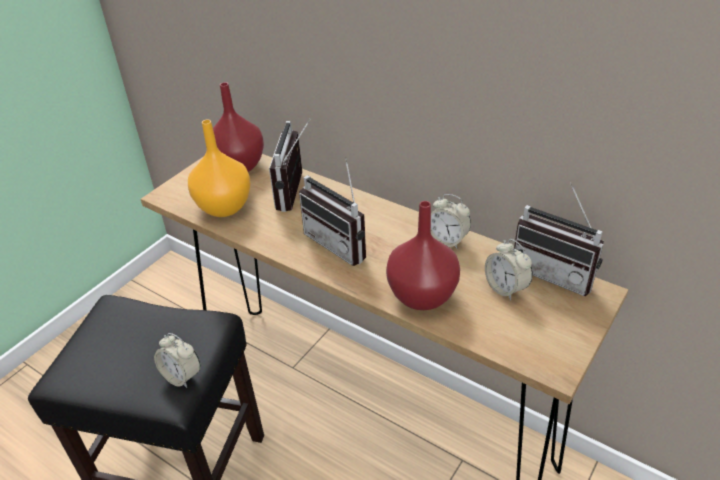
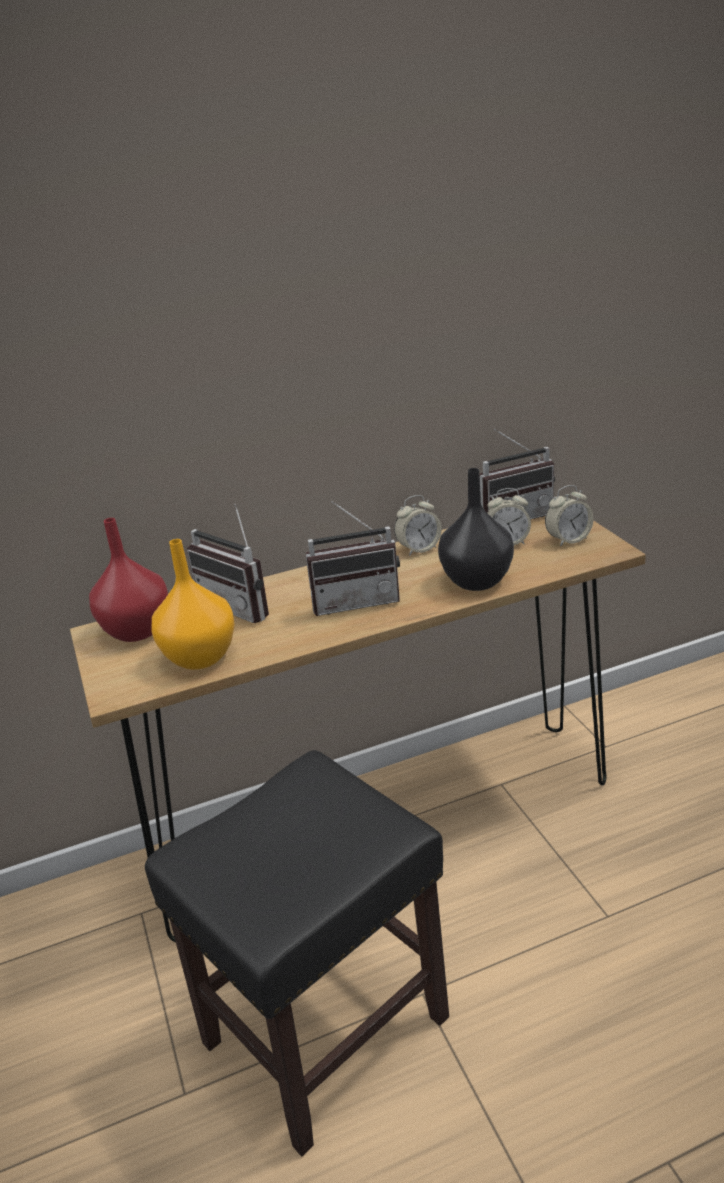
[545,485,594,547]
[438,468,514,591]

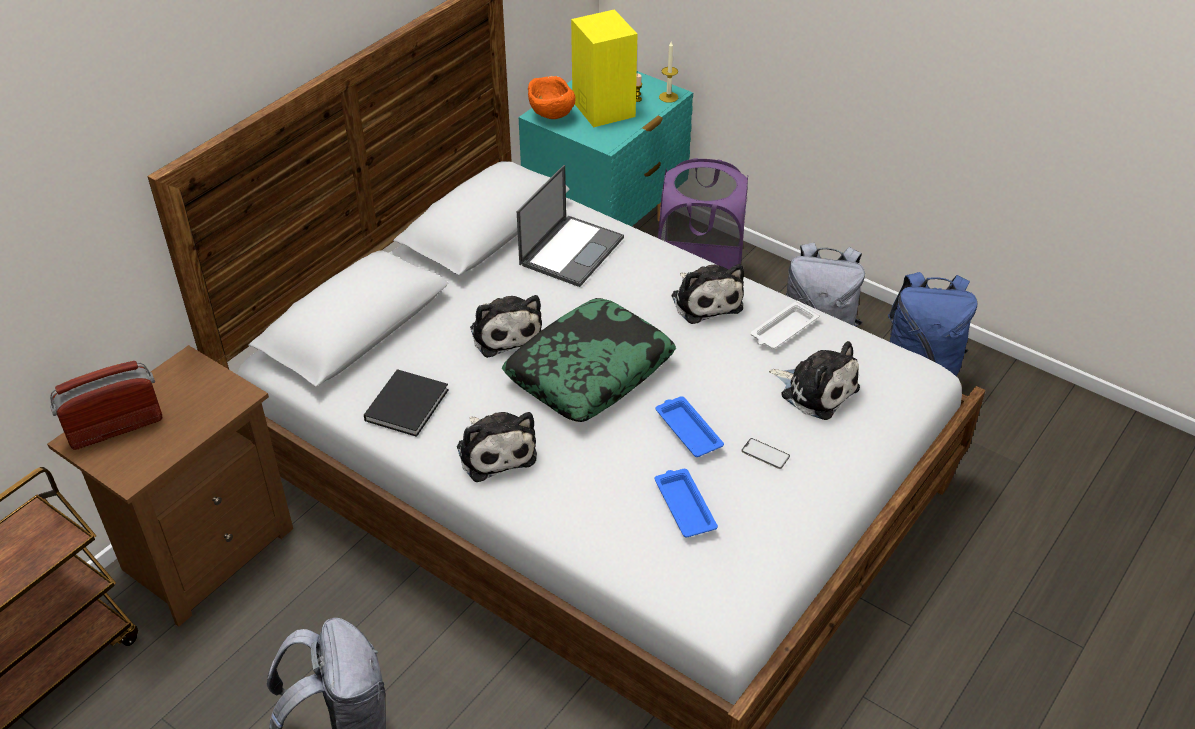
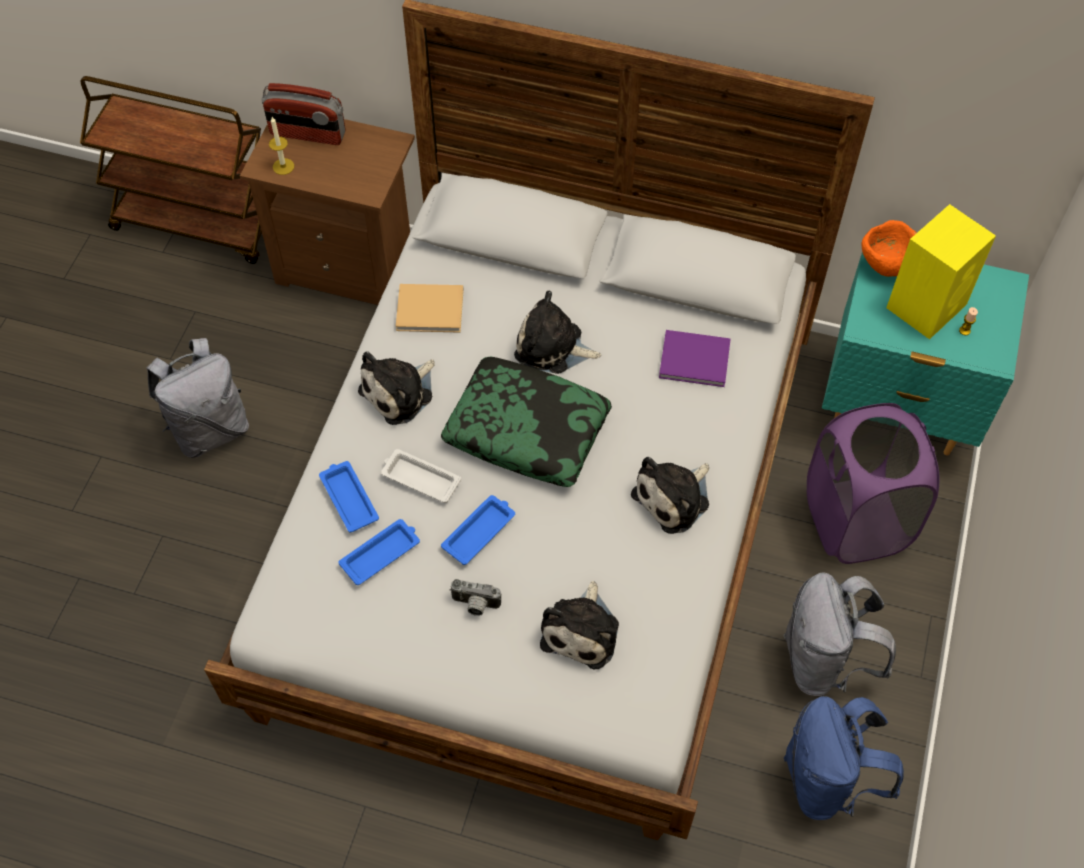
[262,83,345,145]
[396,284,464,333]
[514,291,601,374]
[659,330,731,387]
[269,117,294,175]
[450,579,501,616]
[381,449,461,503]
[319,461,379,533]

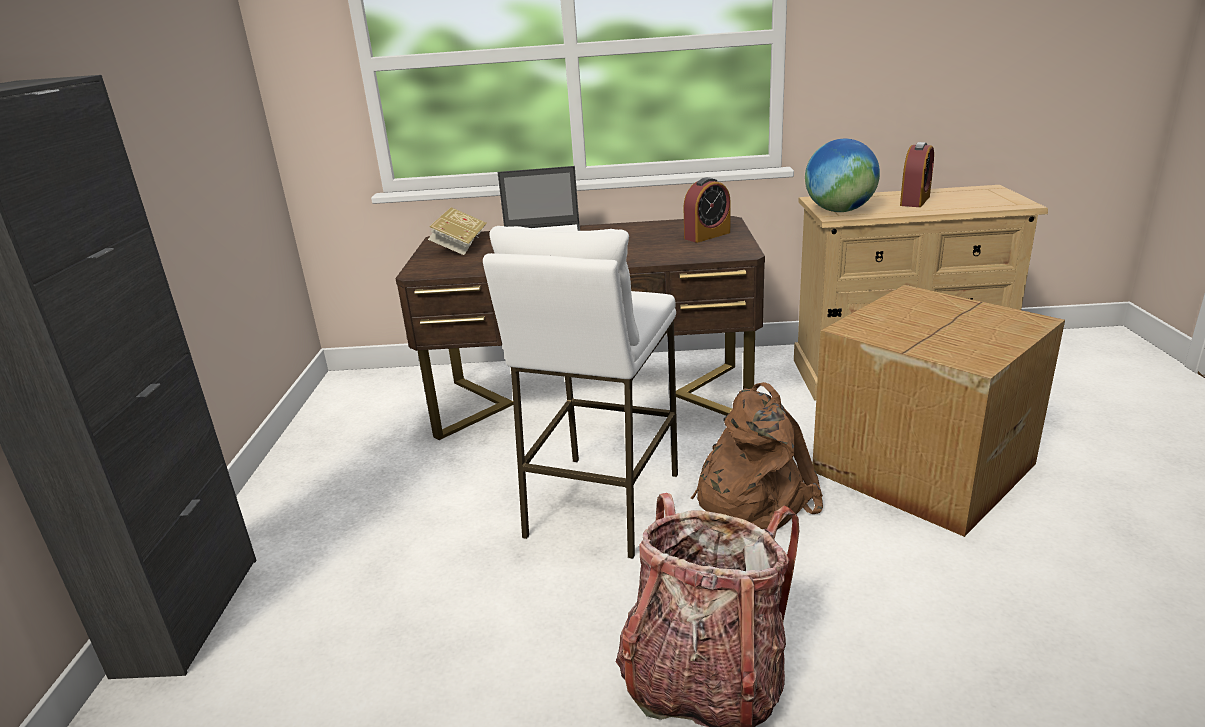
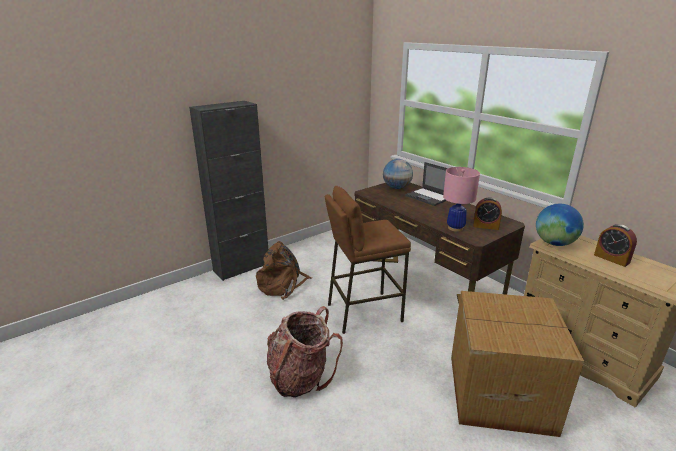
[383,159,413,189]
[325,186,411,334]
[256,241,312,300]
[594,224,637,267]
[443,167,480,232]

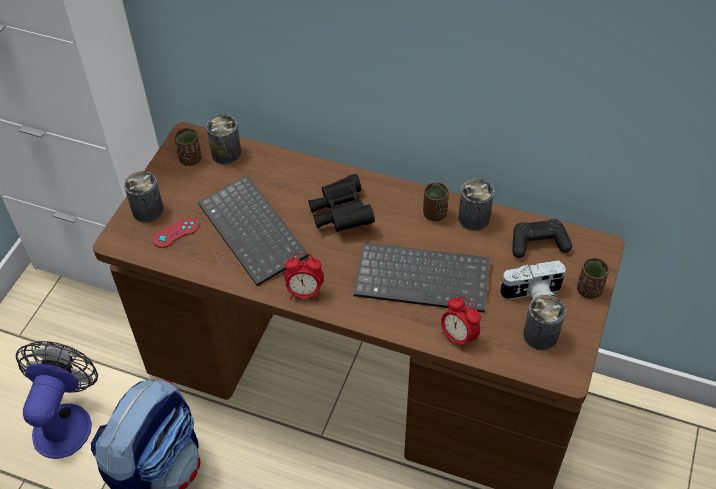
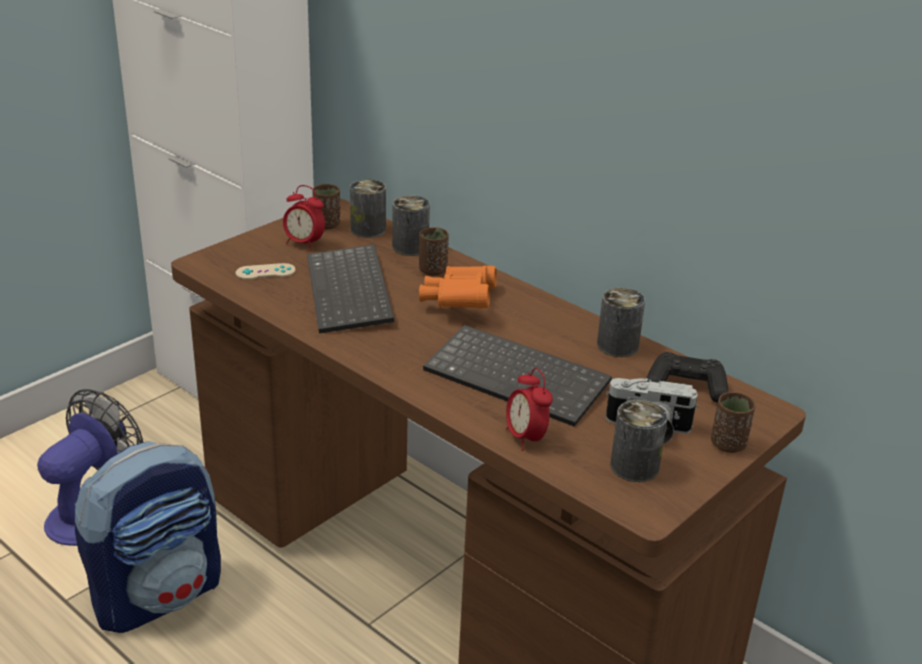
[392,195,430,256]
[236,263,296,280]
[283,185,325,250]
[419,266,497,309]
[419,227,449,276]

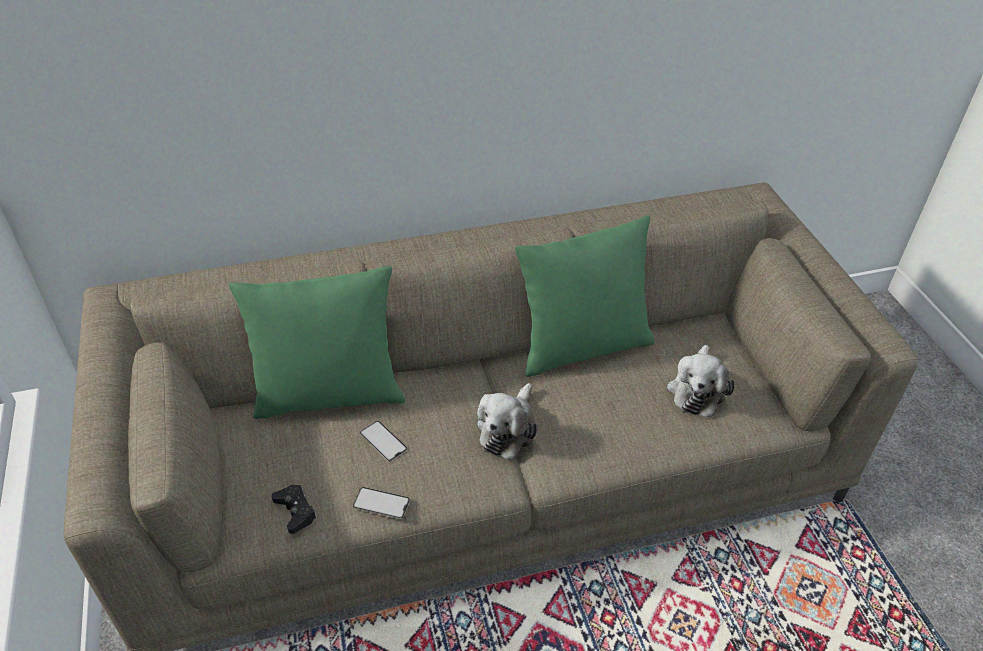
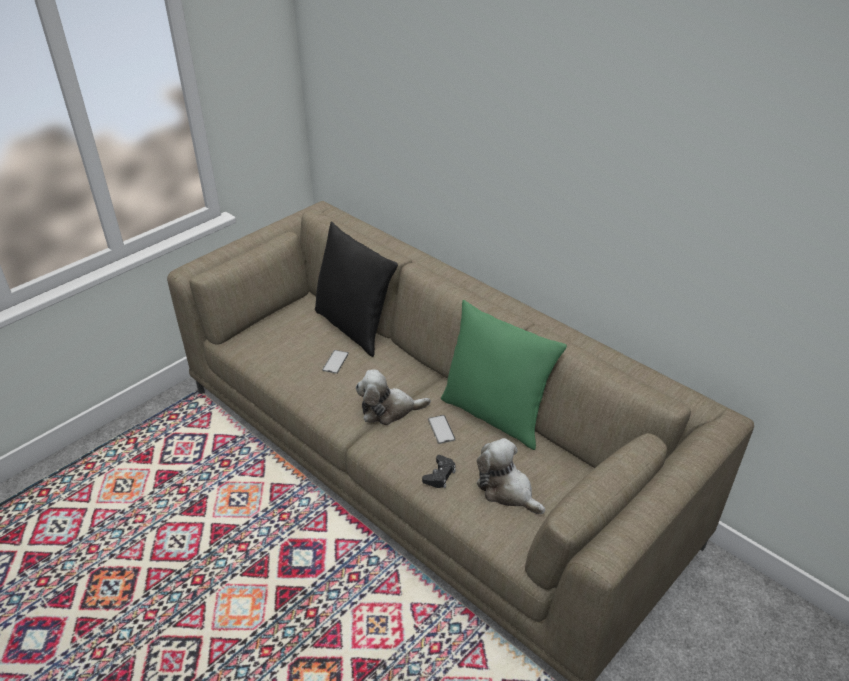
[315,221,398,357]
[422,455,456,488]
[428,415,456,444]
[477,438,545,514]

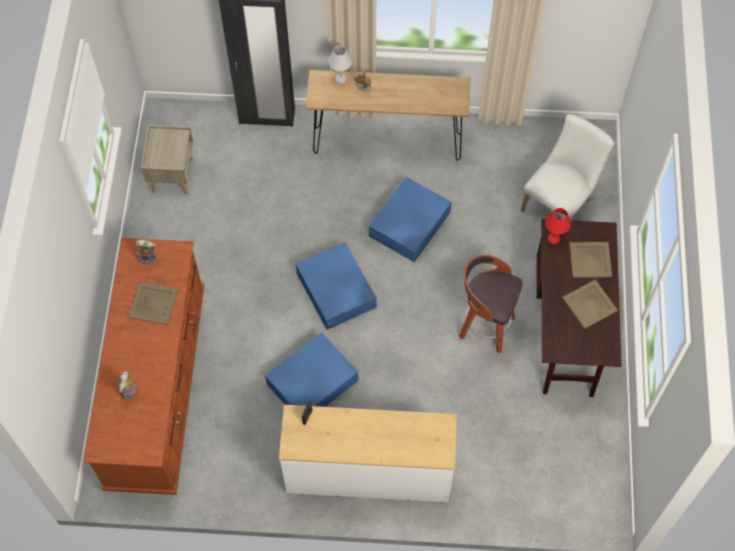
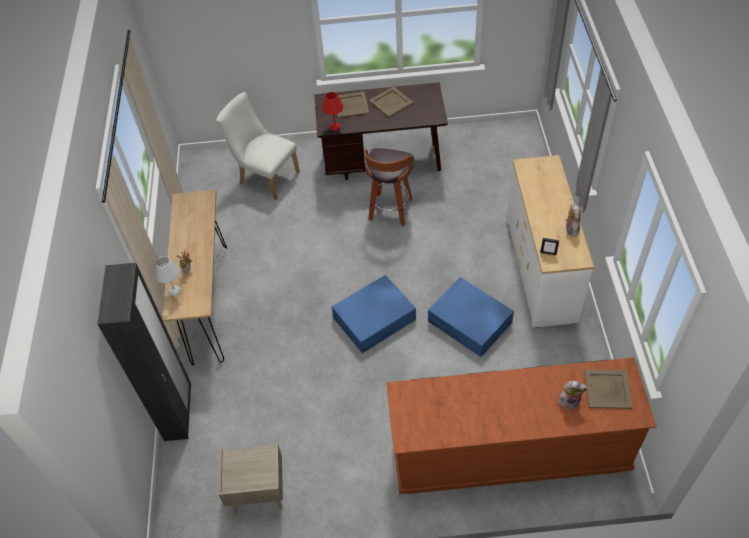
[584,369,633,409]
[565,203,581,237]
[369,177,452,262] (first image)

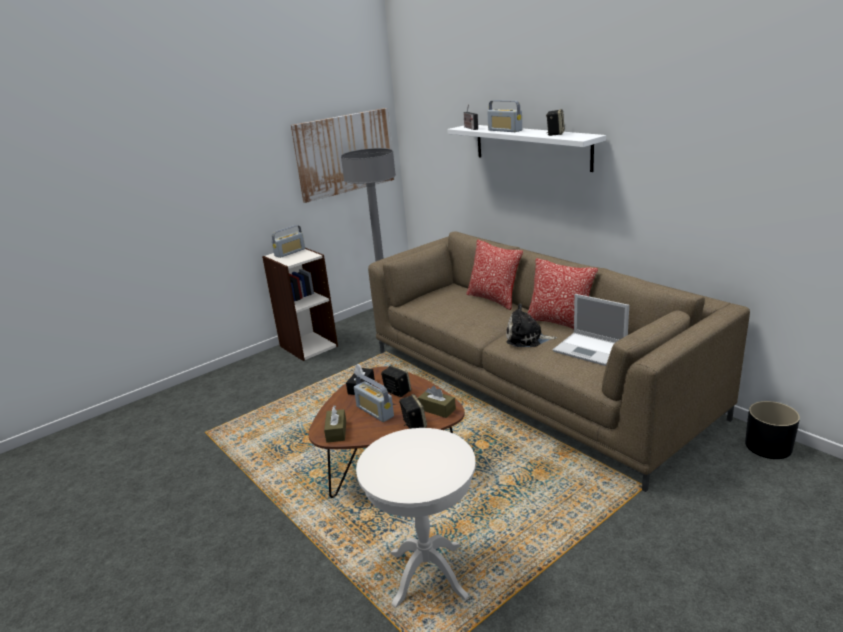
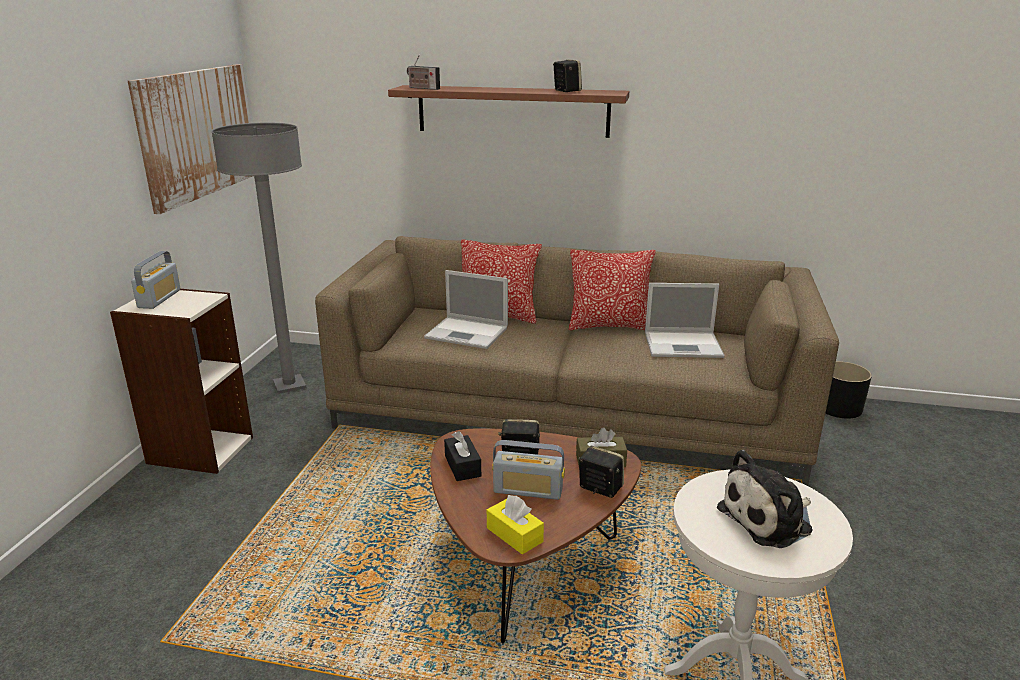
[487,495,544,554]
[388,85,629,138]
[487,100,522,132] (first image)
[717,450,813,548]
[424,270,508,349]

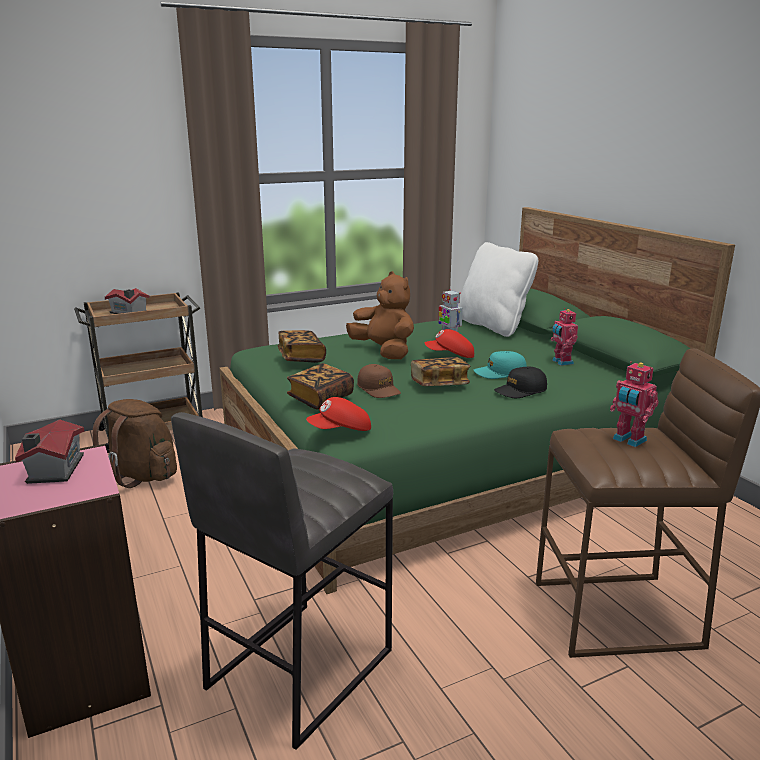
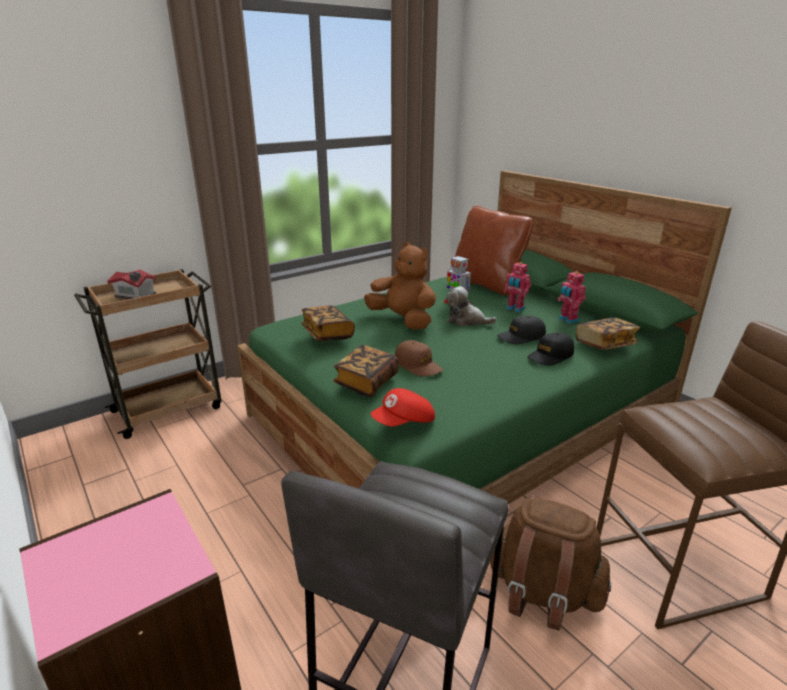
[15,419,84,484] (first image)
[490,498,611,631]
[576,317,640,350]
[446,286,497,326]
[455,206,533,295]
[497,316,546,344]
[504,262,531,312]

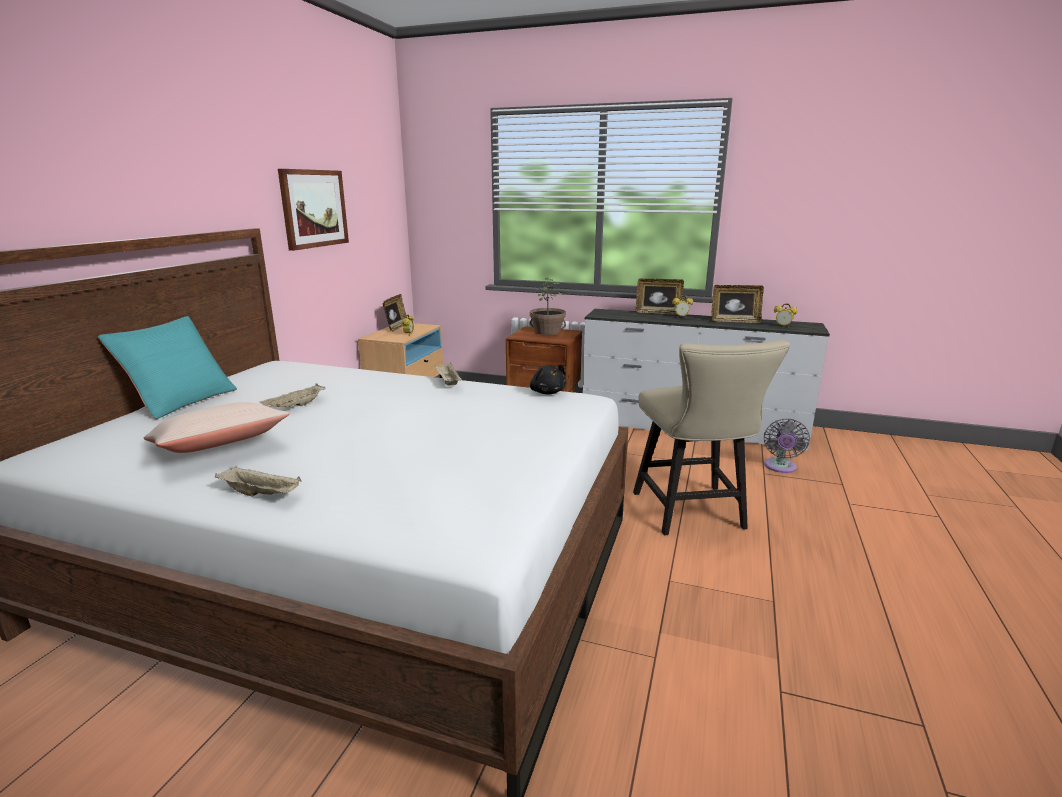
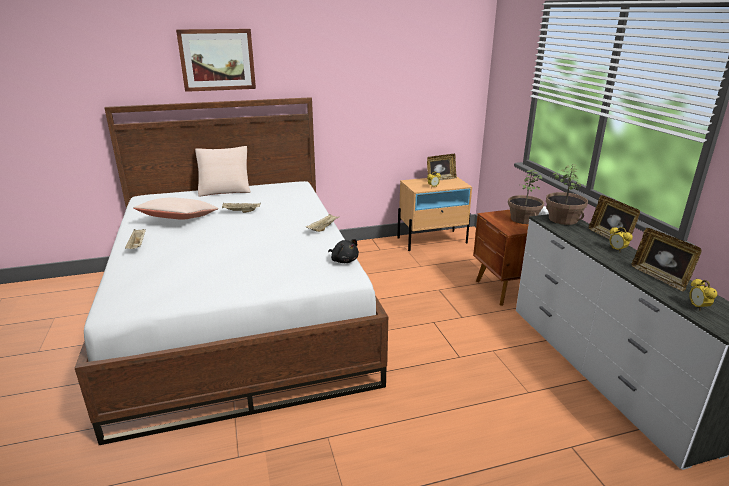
[195,146,251,197]
[176,29,256,92]
[328,239,359,263]
[633,340,790,535] (first image)
[764,419,810,473] (first image)
[546,164,588,225]

